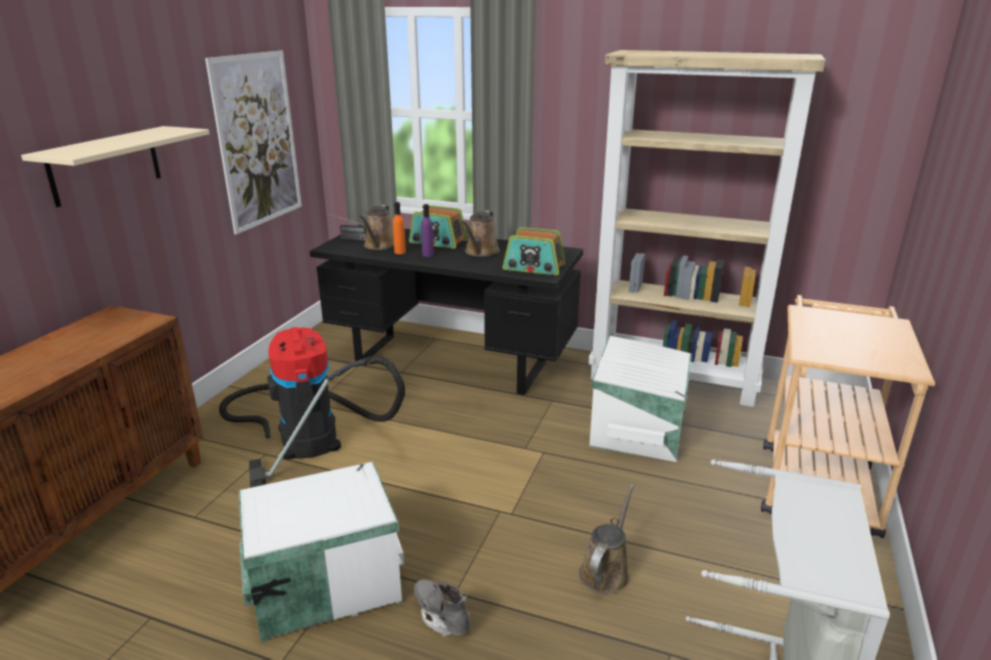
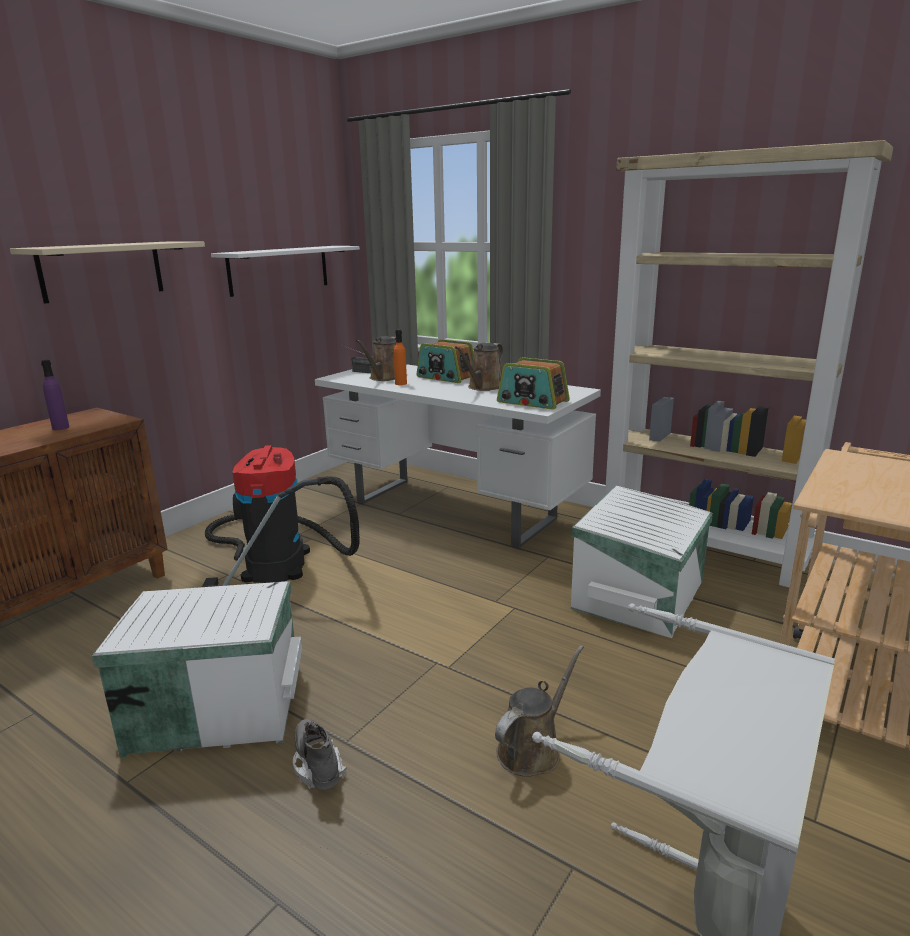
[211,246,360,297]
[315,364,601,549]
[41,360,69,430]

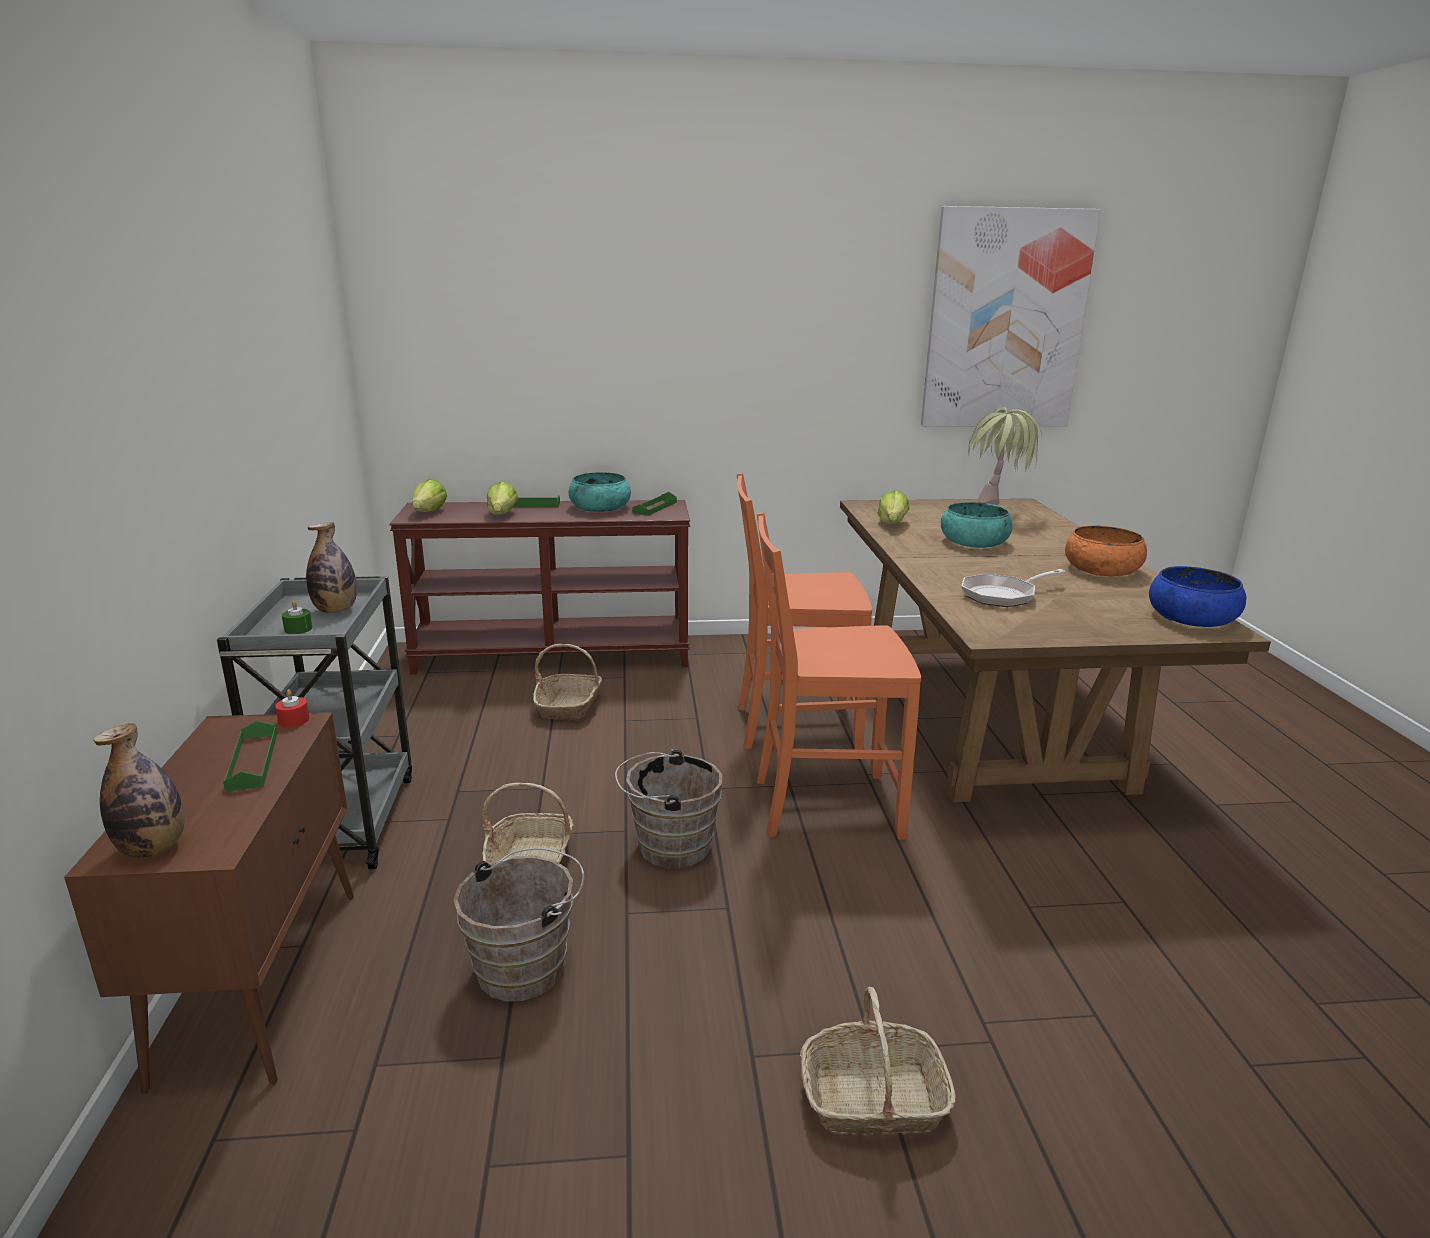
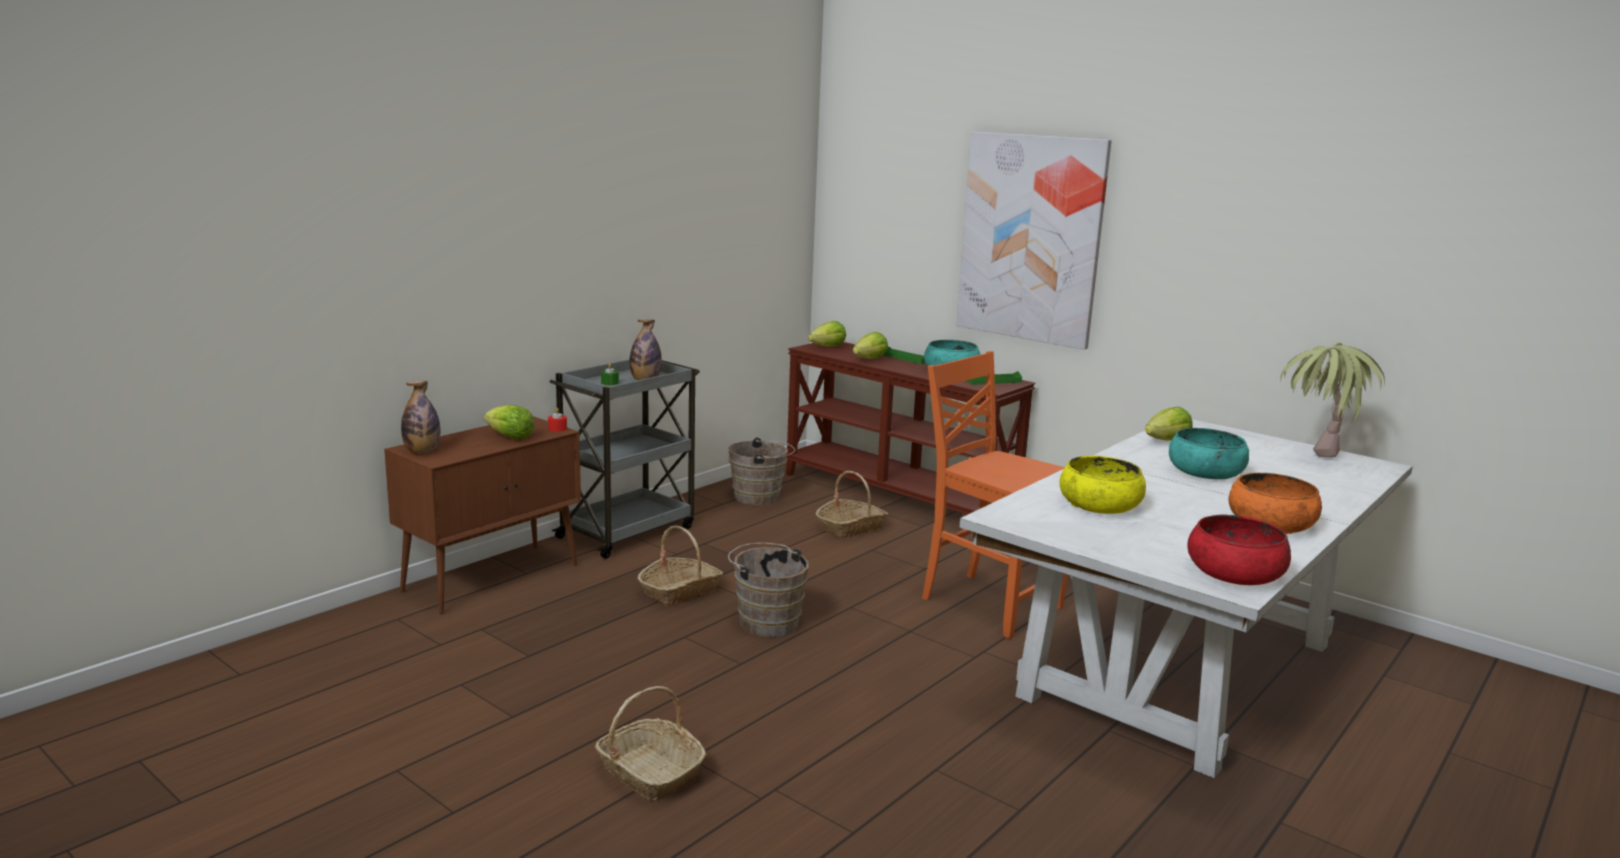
[484,405,534,440]
[729,438,795,505]
[757,512,921,840] (first image)
[959,419,1413,778]
[956,132,1112,350]
[1060,455,1146,514]
[1187,515,1291,585]

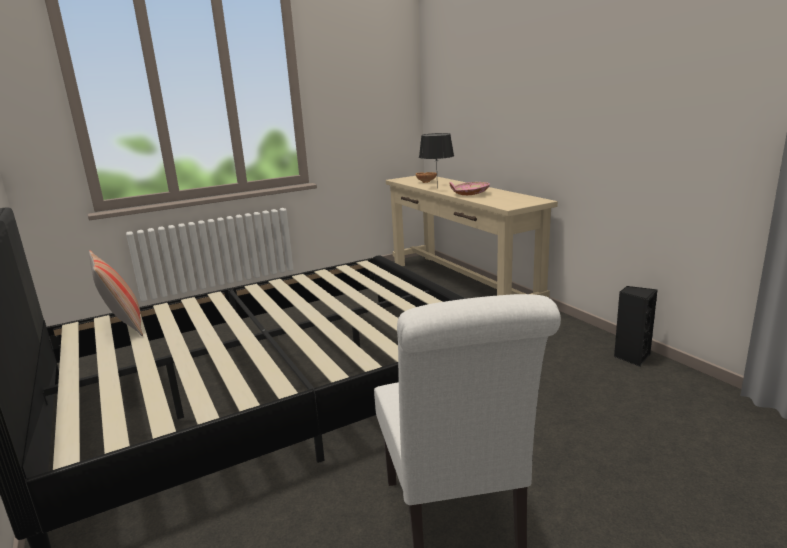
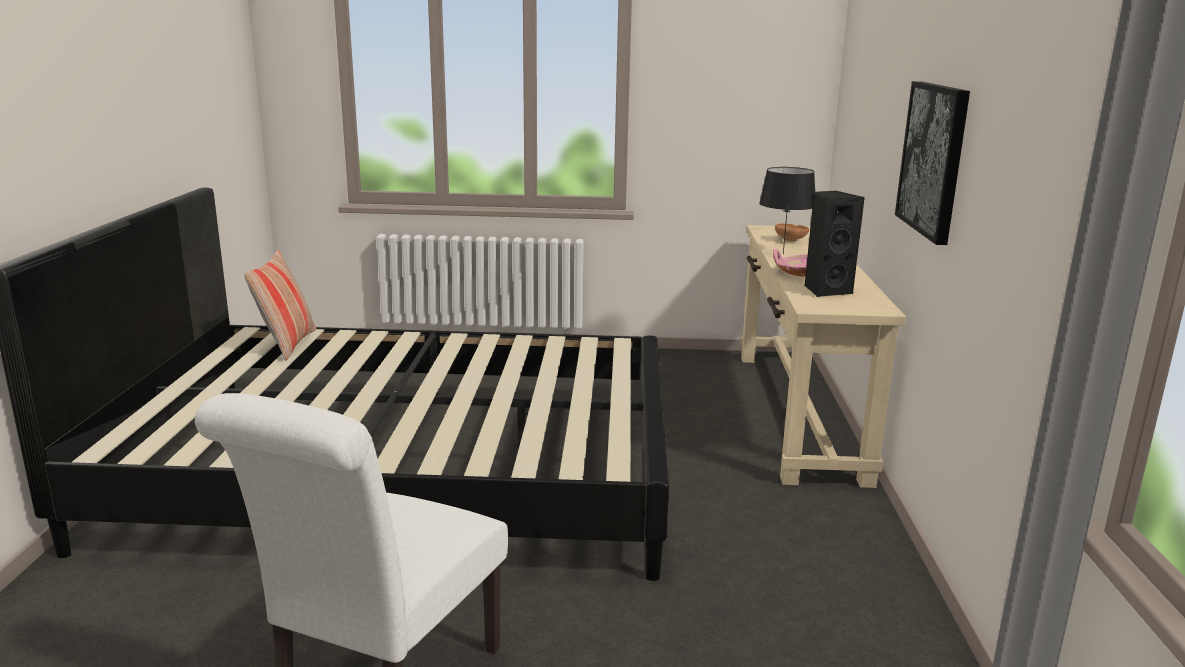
[804,191,865,297]
[895,81,970,245]

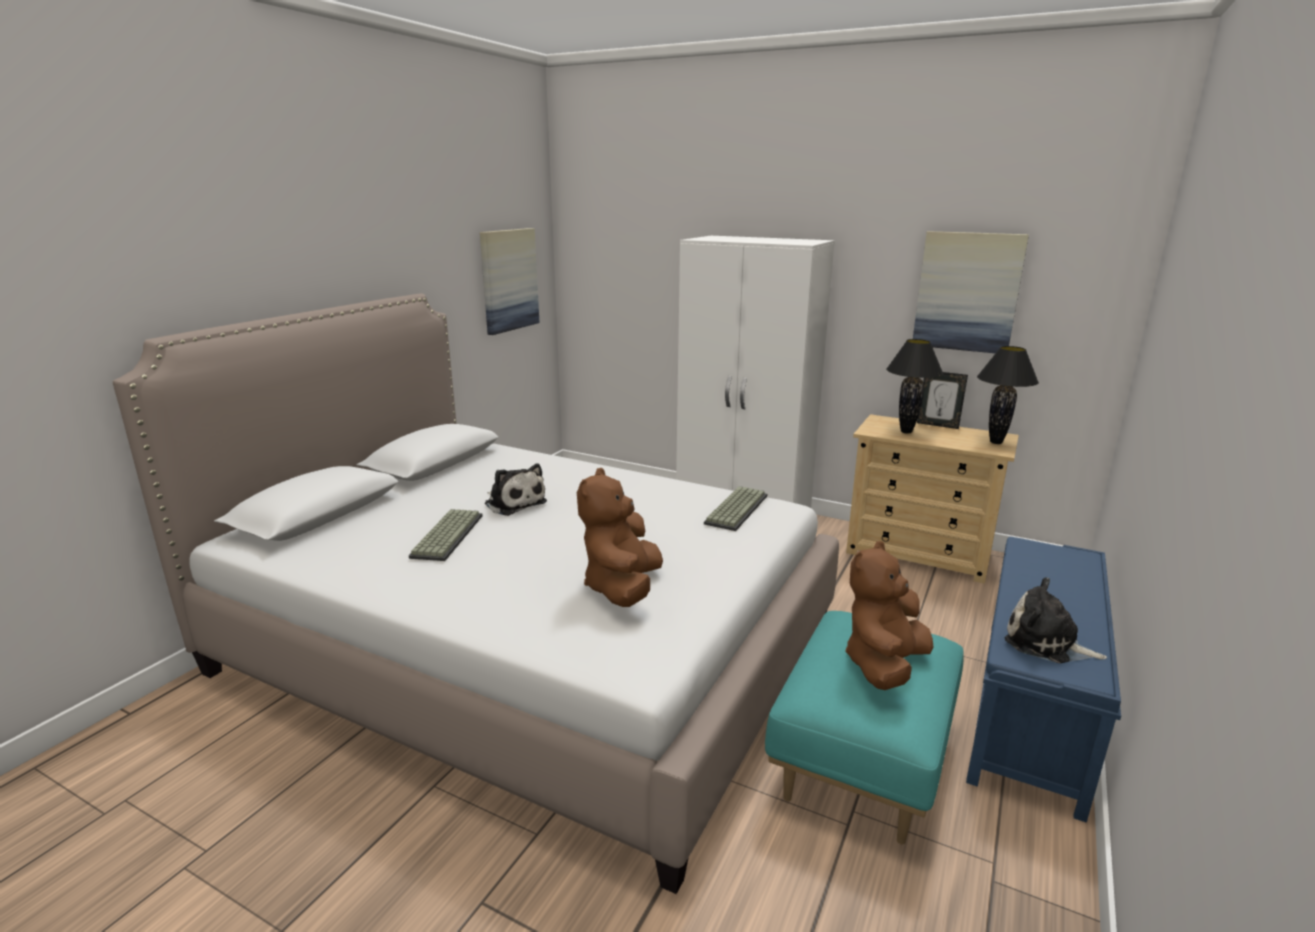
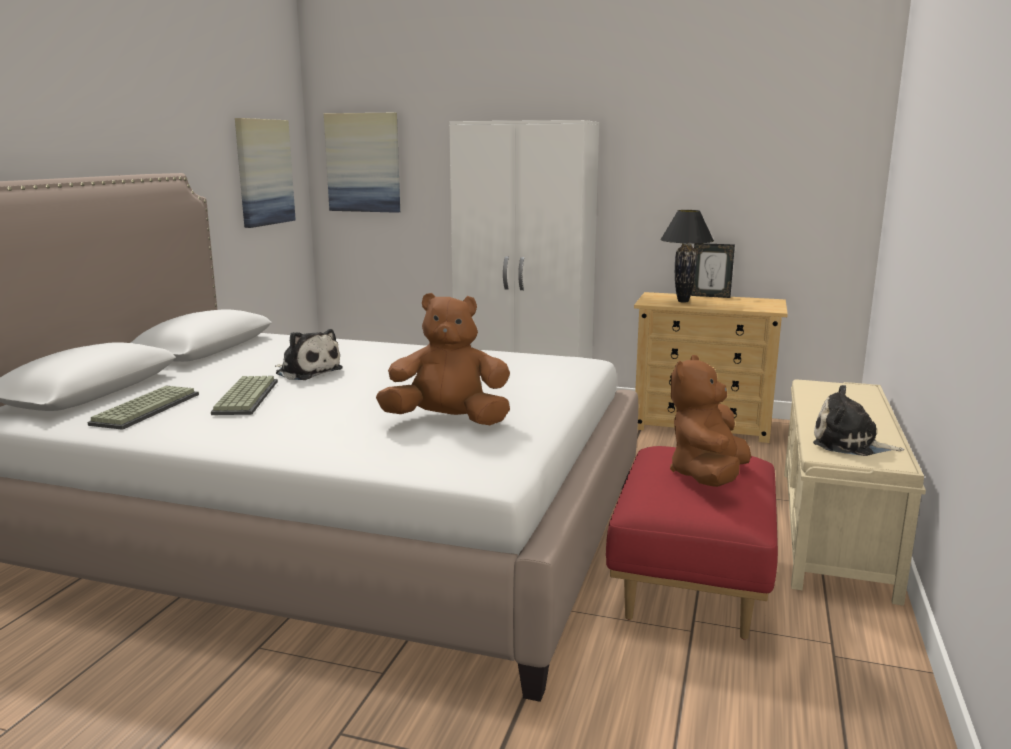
[376,293,510,425]
[87,386,199,430]
[606,446,778,640]
[324,113,400,213]
[784,380,926,606]
[977,346,1039,444] (first image)

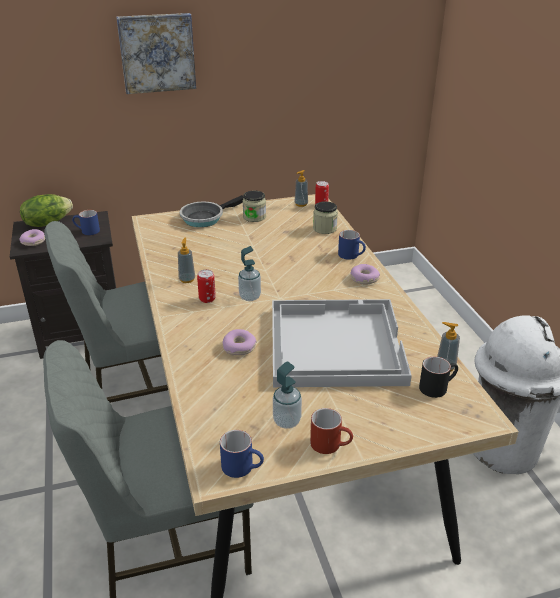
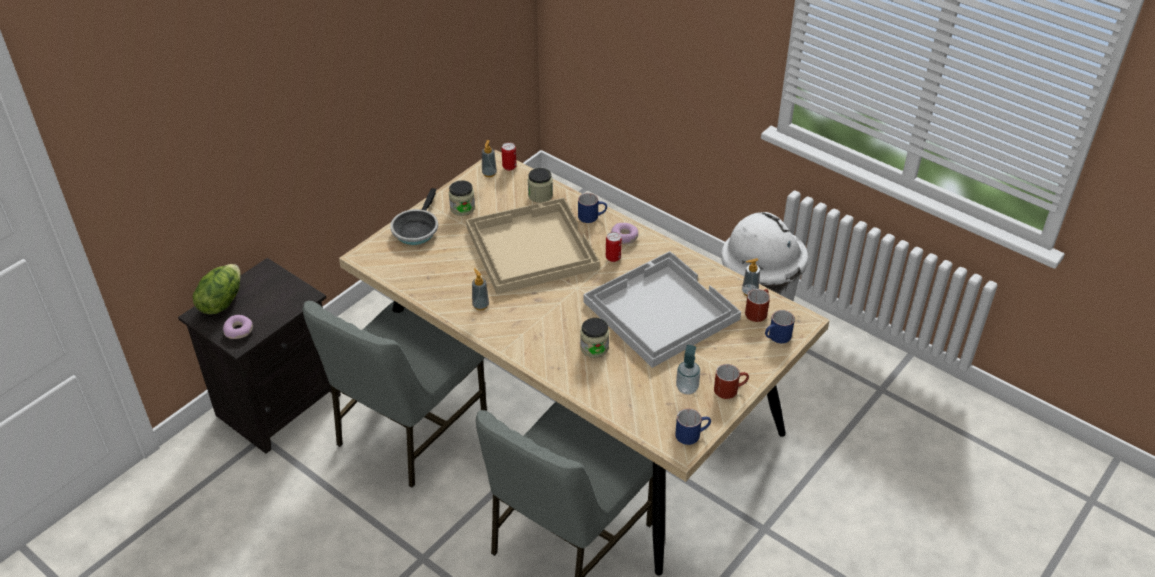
[765,310,795,343]
[116,13,196,94] (first image)
[606,232,622,262]
[580,318,609,358]
[238,246,261,301] (first image)
[745,289,770,322]
[466,198,600,294]

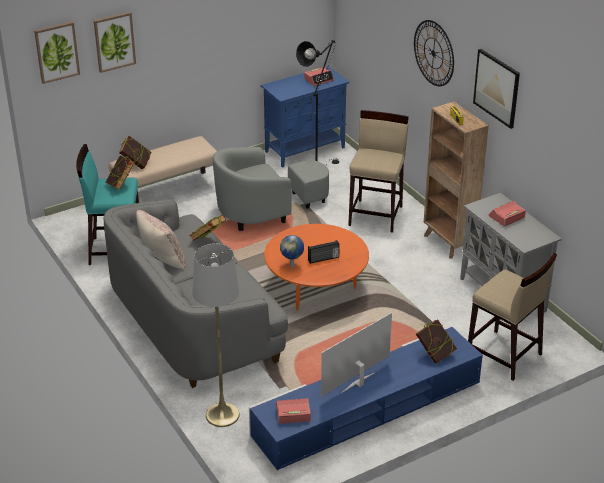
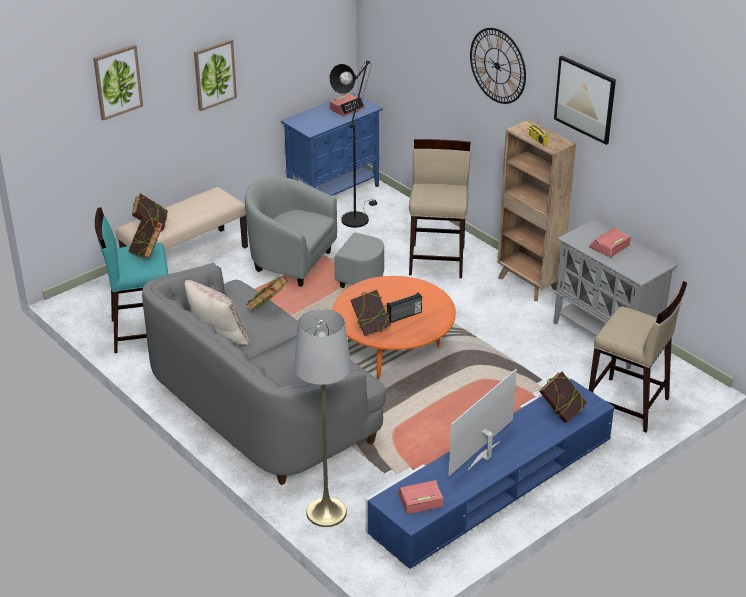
[194,39,237,111]
[245,177,384,288]
[350,290,391,336]

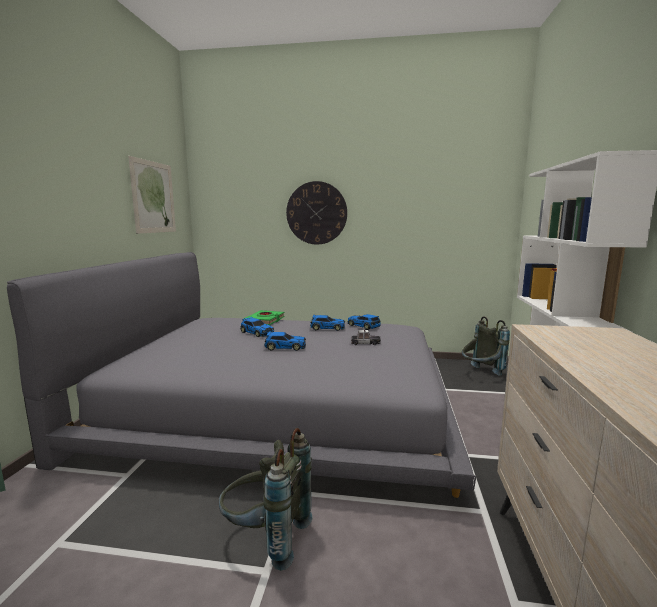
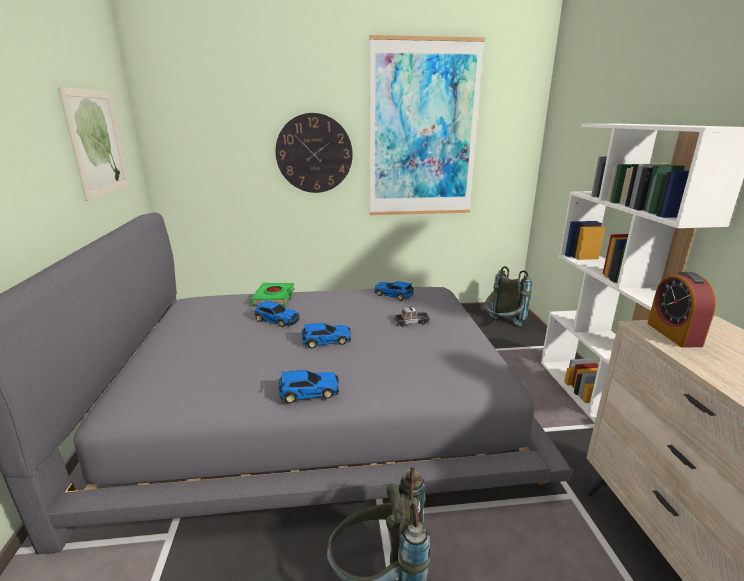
[278,370,339,403]
[369,35,485,215]
[647,272,716,348]

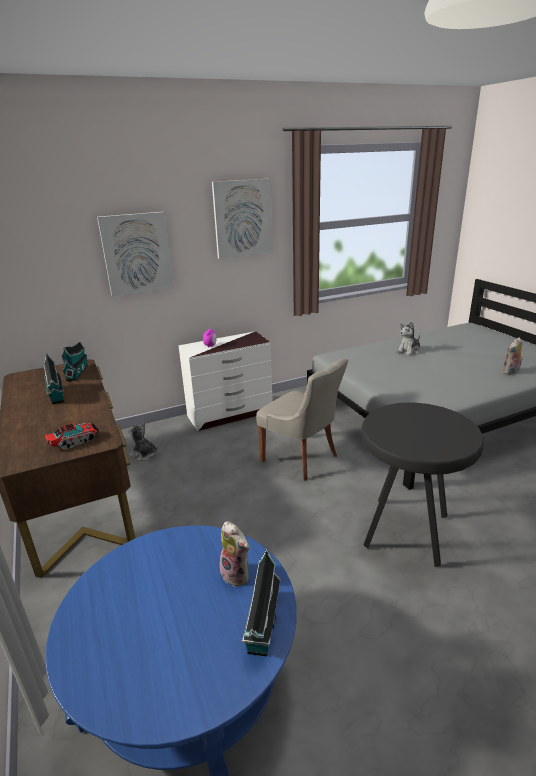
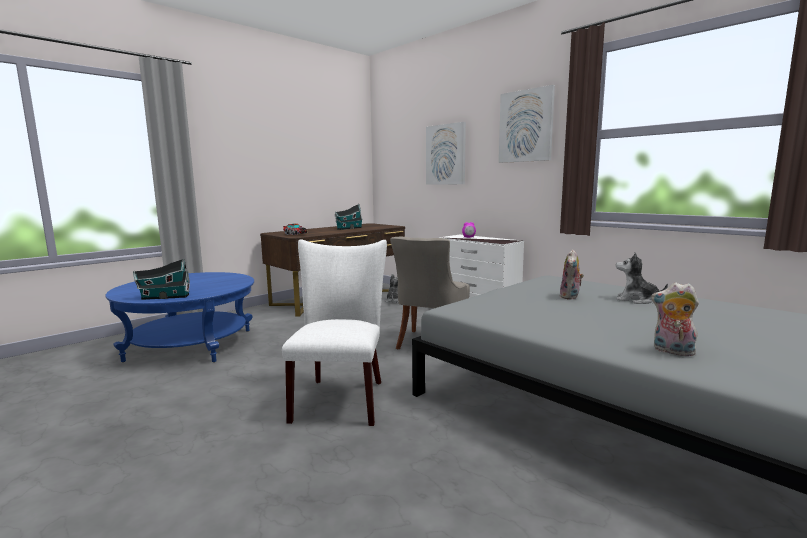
[61,341,88,381] (first image)
[559,250,584,300]
[282,240,387,426]

